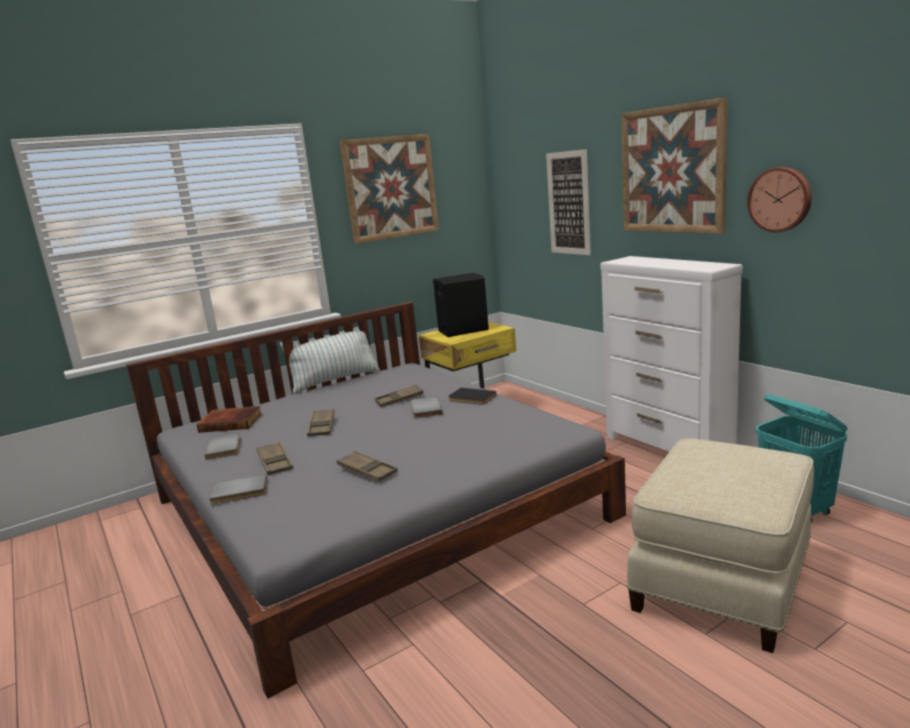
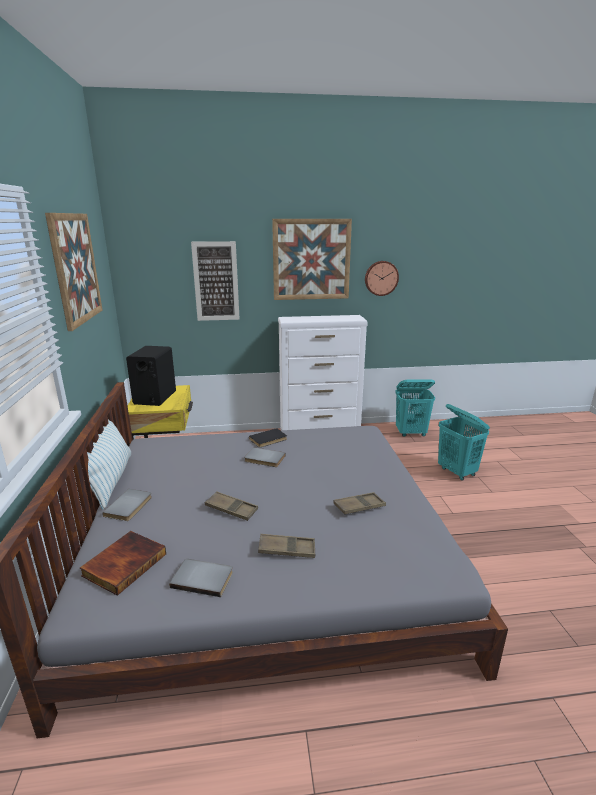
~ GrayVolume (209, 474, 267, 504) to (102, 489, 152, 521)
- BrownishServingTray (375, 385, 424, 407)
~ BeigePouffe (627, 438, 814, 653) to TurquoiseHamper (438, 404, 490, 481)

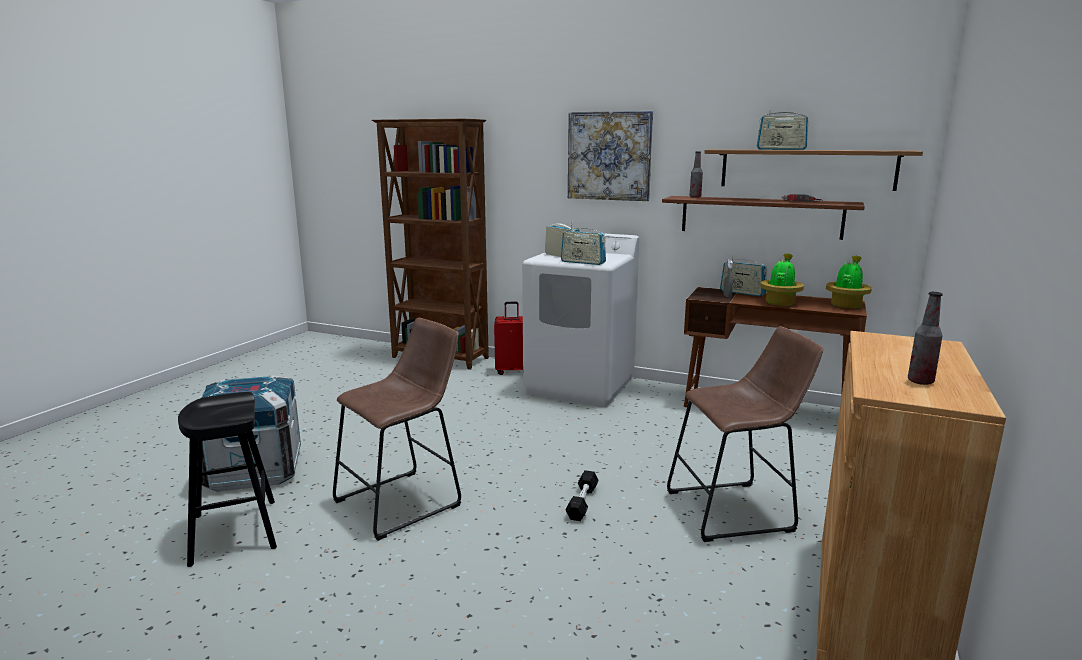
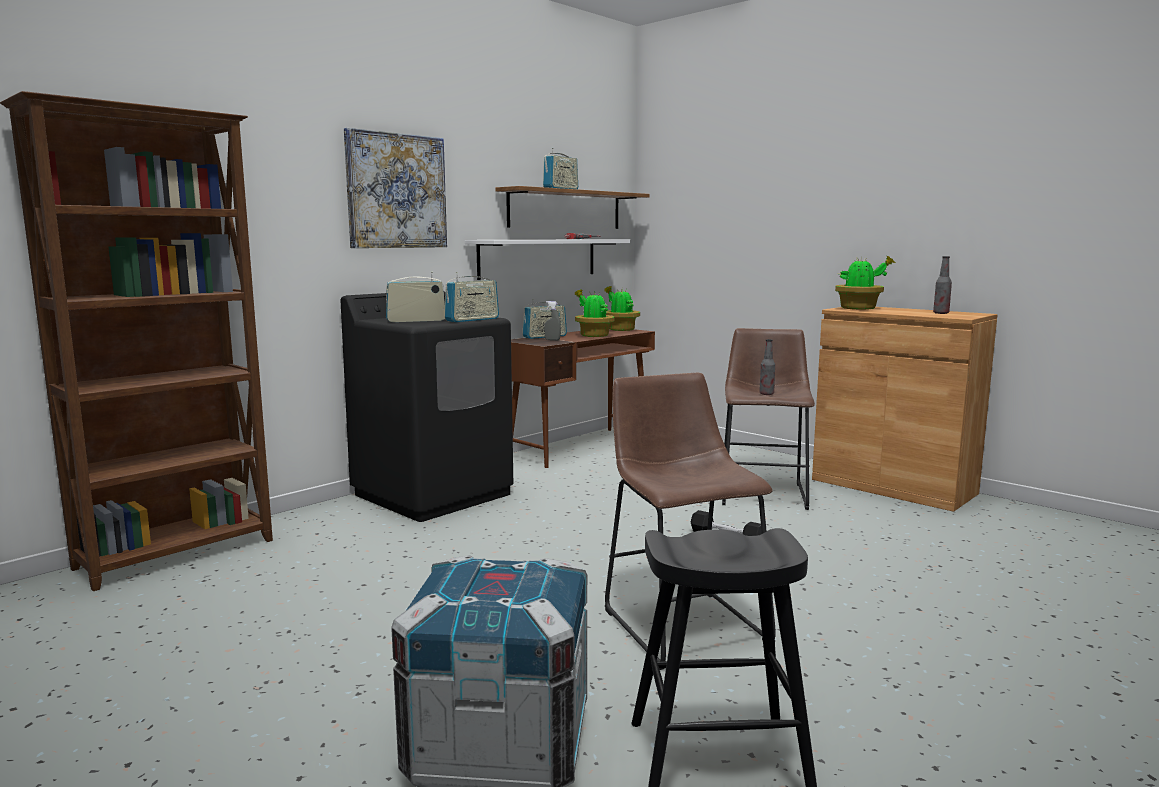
- RedColouredTravelCase (494, 302, 523, 375)
~ WhiteWashingMachine (522, 233, 639, 407) to BlackWashingMachine (340, 291, 513, 522)
~ BrownishWallShelf (662, 196, 865, 240) to WhiteWallShelf (465, 239, 630, 280)
~ BeverageBottle (690, 151, 703, 198) to (759, 339, 775, 395)
+ Houseplant (835, 256, 895, 310)

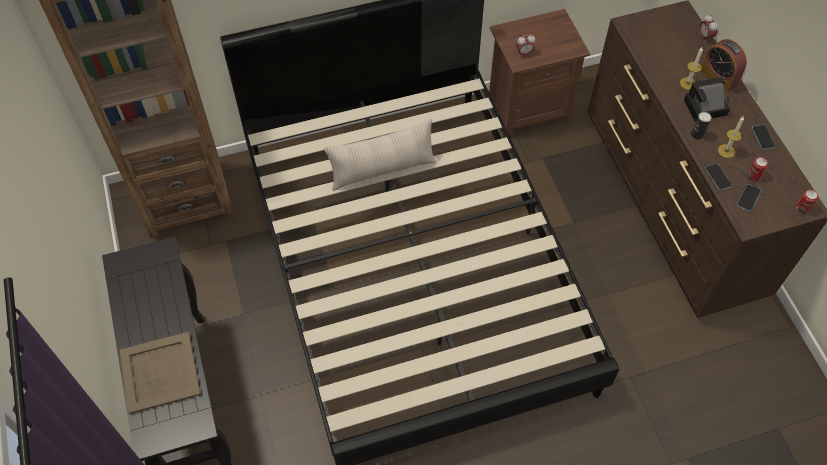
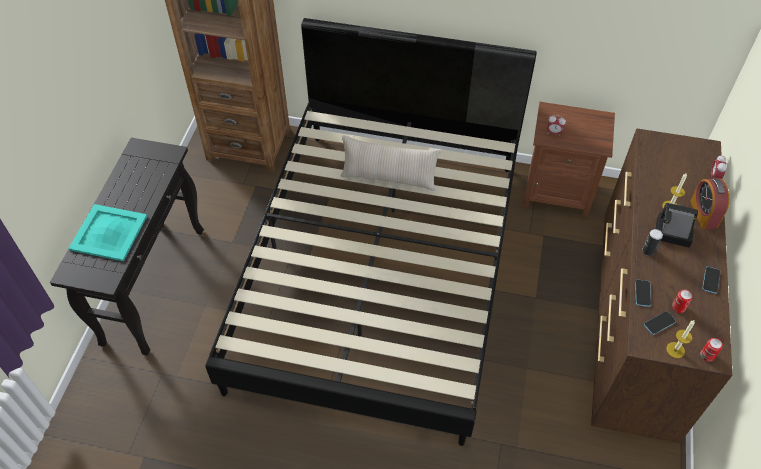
~ BeigeServingTray (120, 332, 201, 414) to TurquoiseServingTray (68, 204, 147, 261)
~ WaxLight (718, 116, 744, 158) to (666, 320, 695, 358)

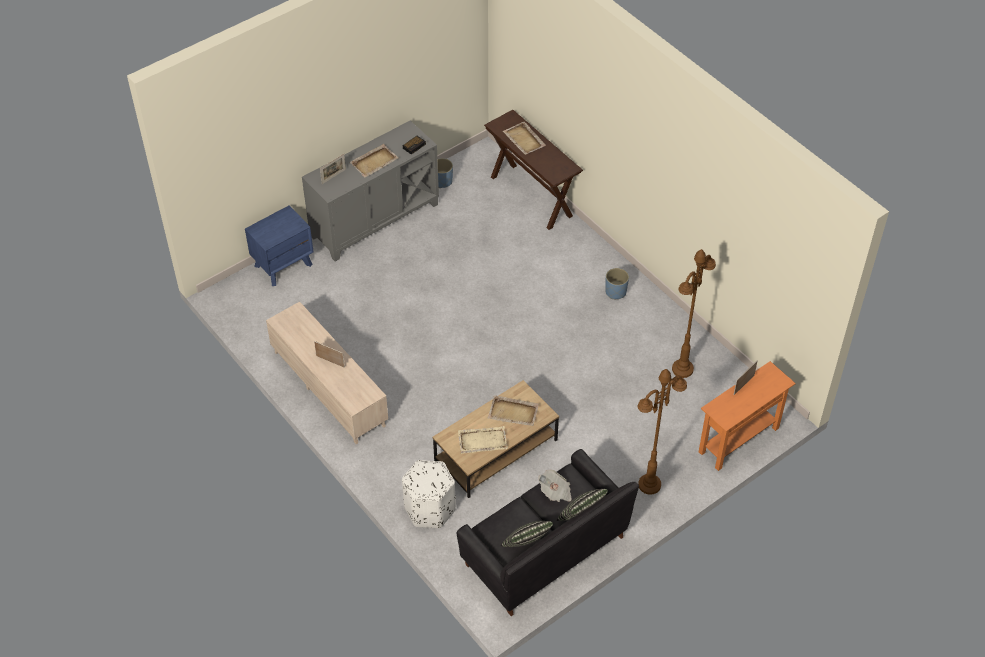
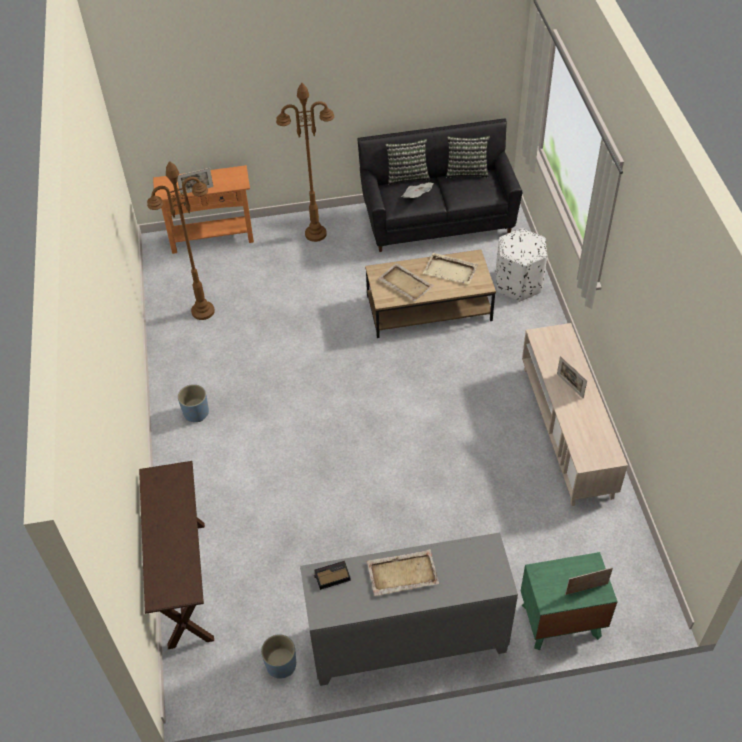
~ BluishBedsideTable (245, 205, 314, 286) to GreenishBedsideTable (521, 552, 618, 650)
~ PhotoFrame (320, 154, 346, 184) to (565, 567, 613, 595)
- BeigeServingTray (503, 122, 546, 155)

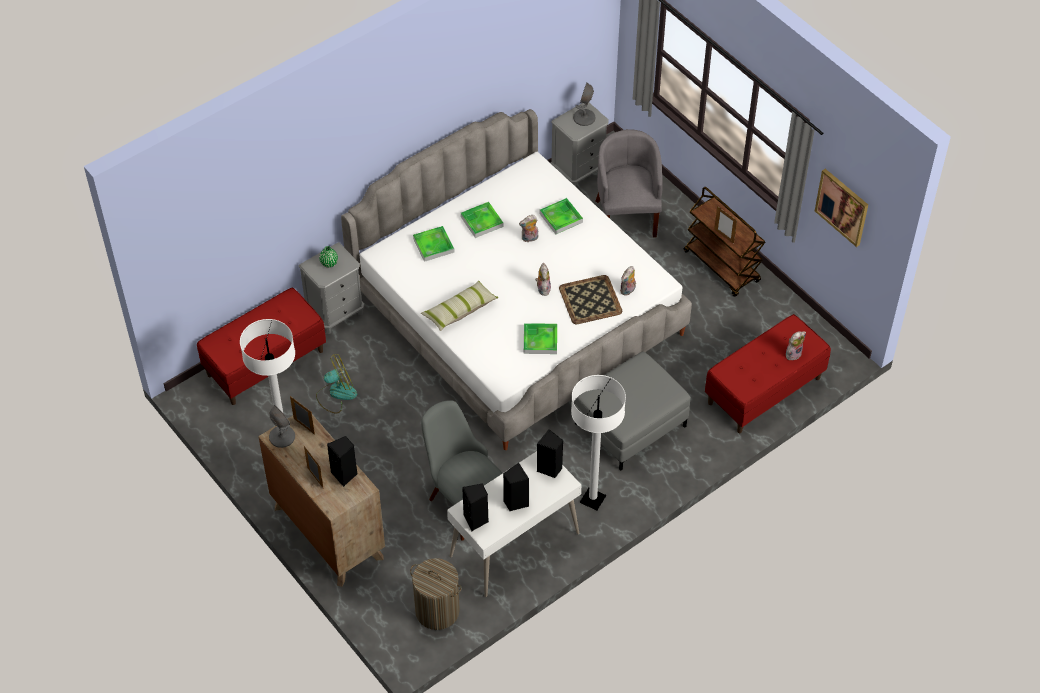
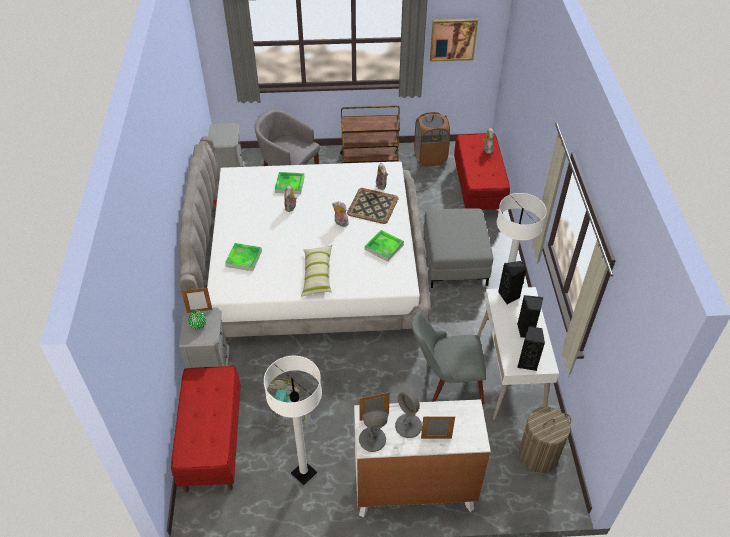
~ BrownishDrawerChest (258, 415, 385, 587) to WhiteDrawerChest (354, 399, 491, 518)
- BlackAudioSpeaker (327, 436, 357, 487)
- ServingTray (461, 202, 503, 238)
~ GrayTabletopLamp (573, 83, 596, 126) to (395, 391, 422, 438)
~ PhotoFrame (714, 206, 737, 244) to (181, 288, 213, 313)
+ BrownishHamper (414, 112, 450, 167)

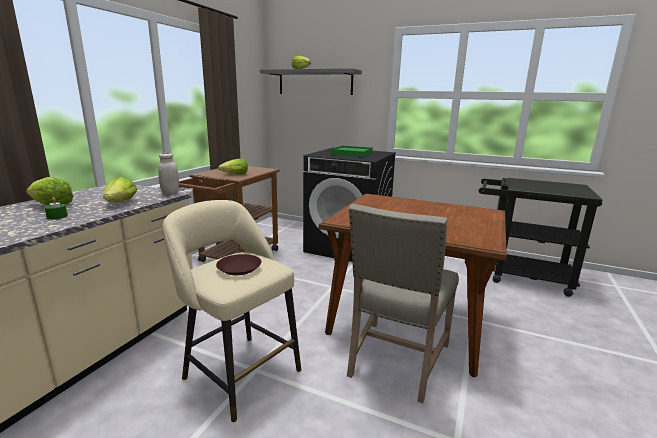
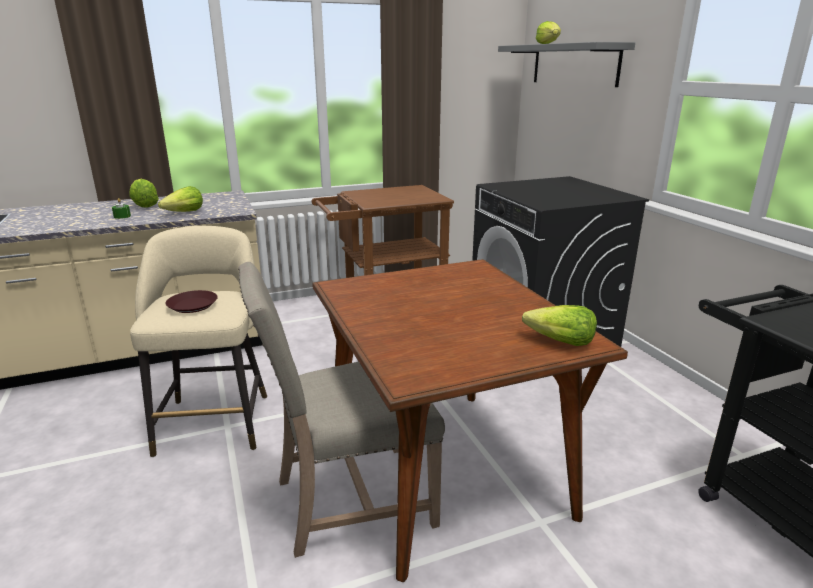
- WhiteStorageJar (158, 152, 179, 195)
~ Lettuce (218, 158, 248, 174) to (522, 305, 597, 346)
- GreenishServingTray (330, 146, 373, 157)

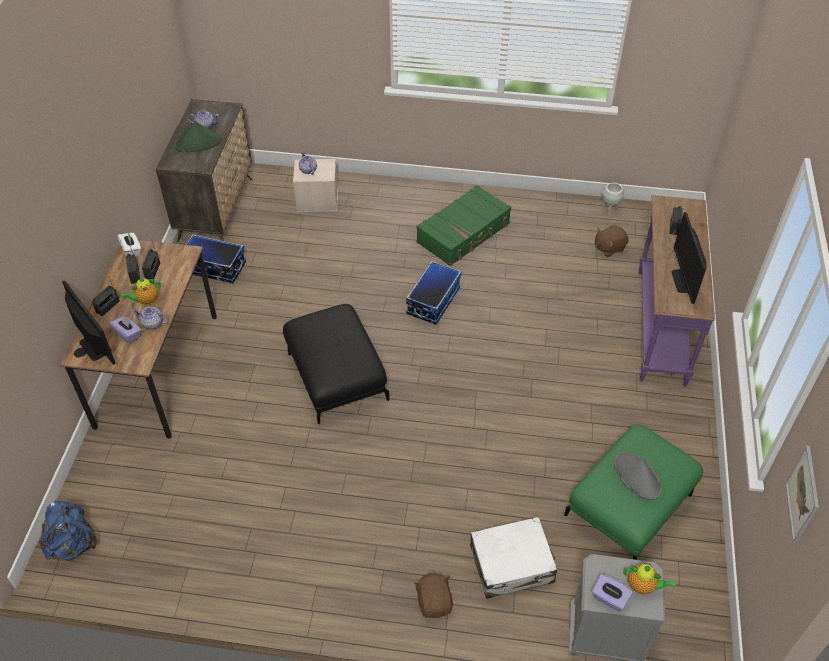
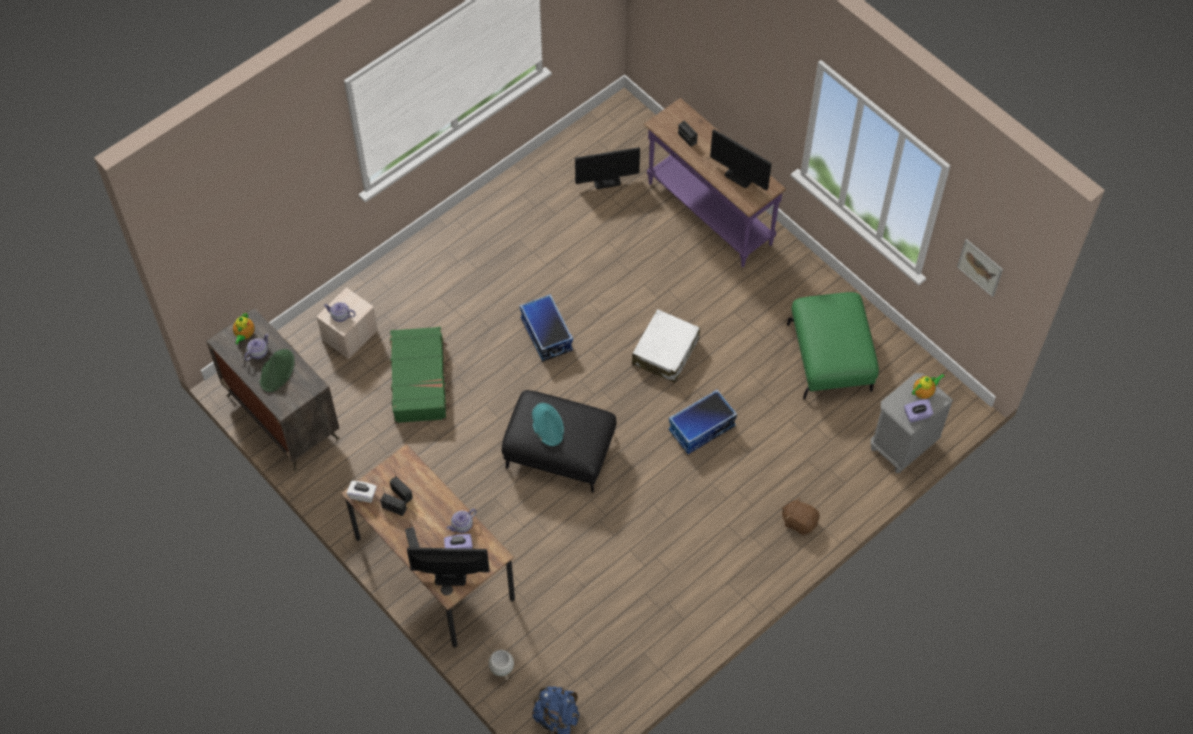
~ Teapot (120, 277, 161, 305) to (233, 312, 255, 344)
~ StorageContainer (186, 234, 246, 283) to (669, 390, 737, 454)
~ GreenishTravelCase (416, 185, 511, 266) to (390, 327, 450, 423)
~ WhiteTravelCase (470, 517, 557, 598) to (632, 309, 700, 383)
~ BrownishPlushToy (595, 225, 629, 257) to ComputerScreen (575, 147, 640, 189)
~ WhitePlantPot (602, 183, 624, 215) to (489, 650, 514, 680)
- GrayWearableHat (614, 452, 662, 500)
+ TurquoiseWearableHat (532, 403, 564, 446)

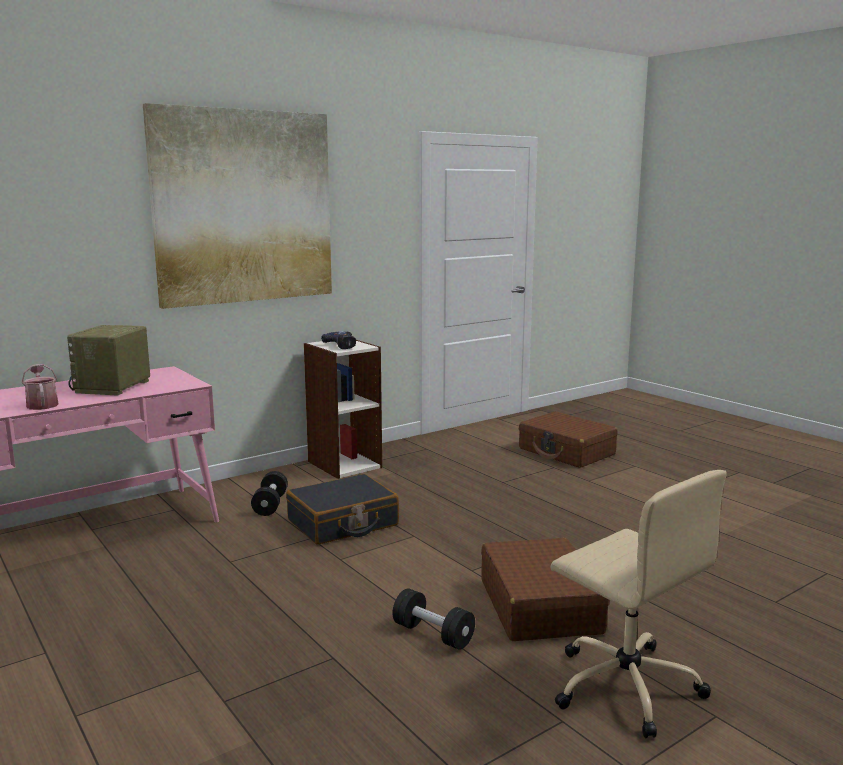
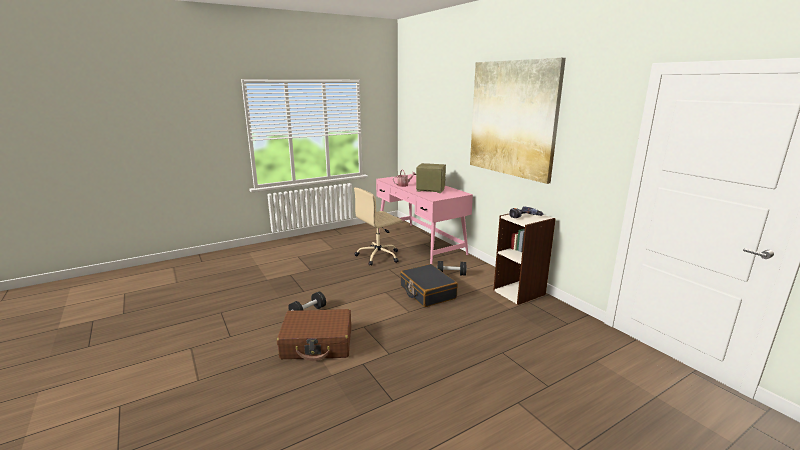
- BrownishTravelCase (519, 411, 617, 468)
~ BeigeOfficeChair (550, 470, 727, 738) to (354, 188, 402, 266)

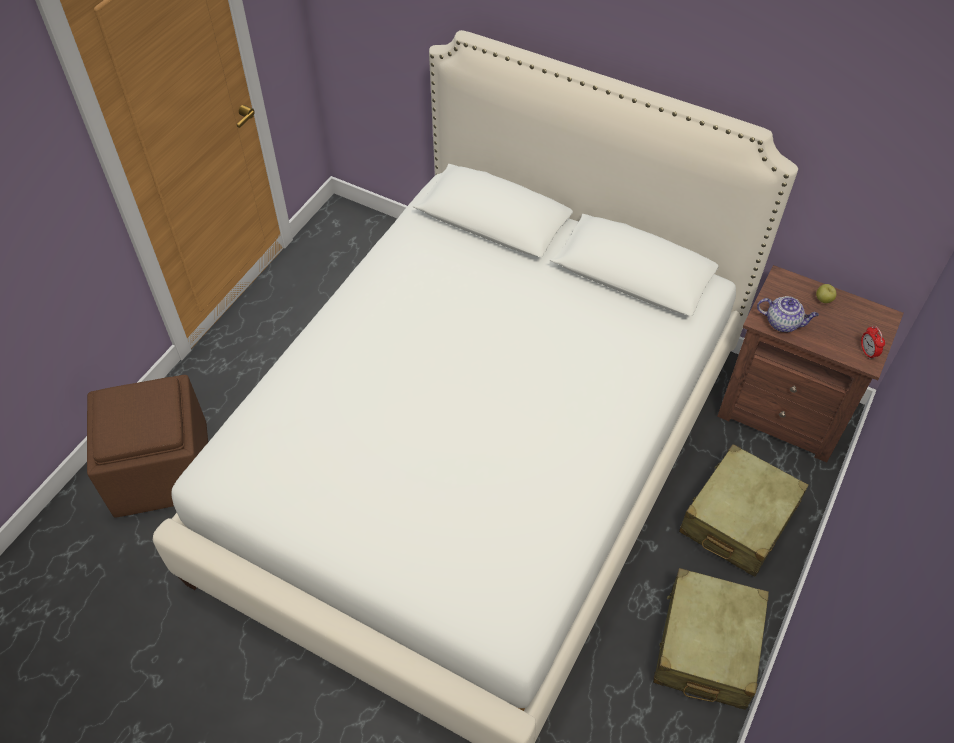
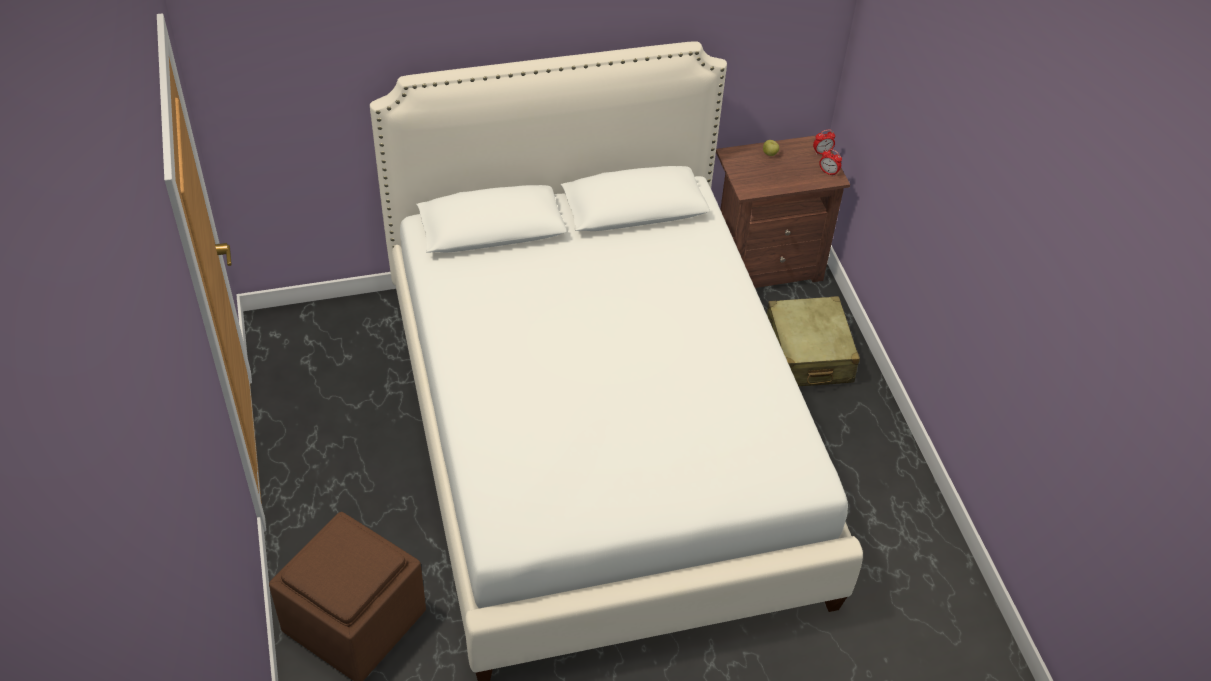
- BeigeTravelCase (653, 568, 769, 710)
- Teapot (757, 296, 819, 332)
+ AlarmClock (813, 130, 835, 155)

